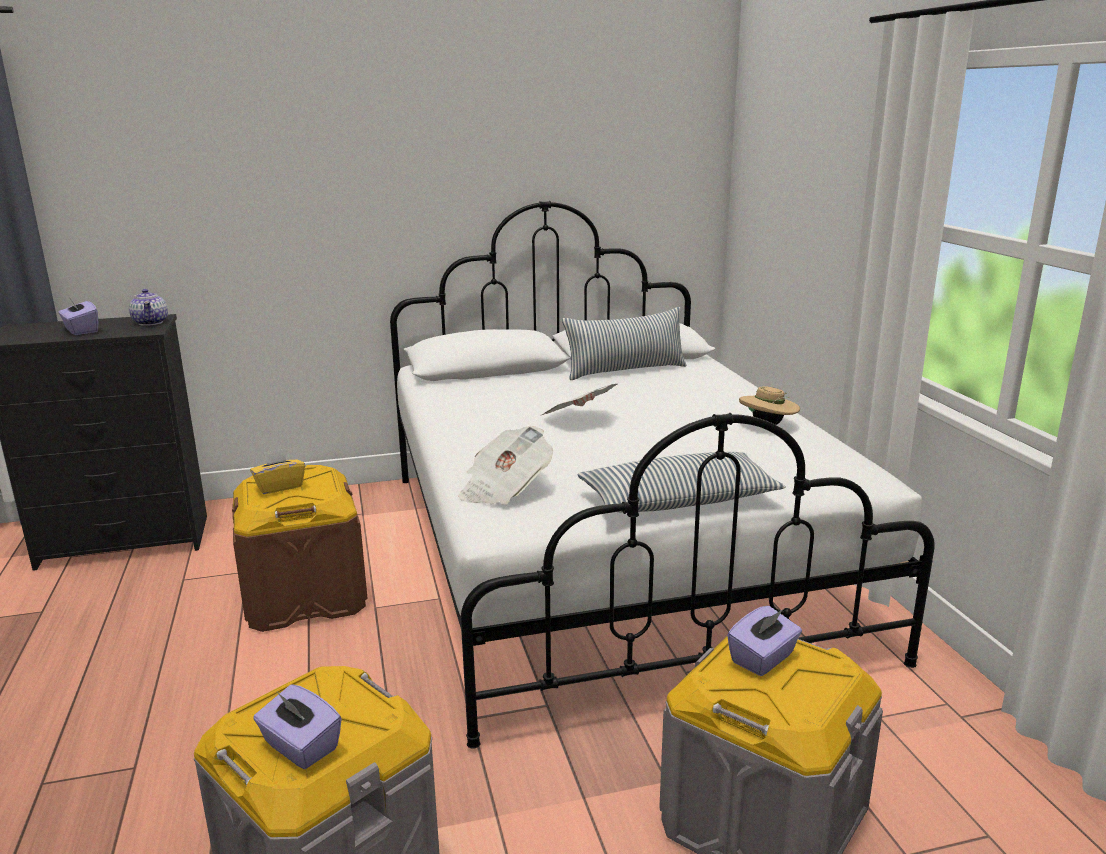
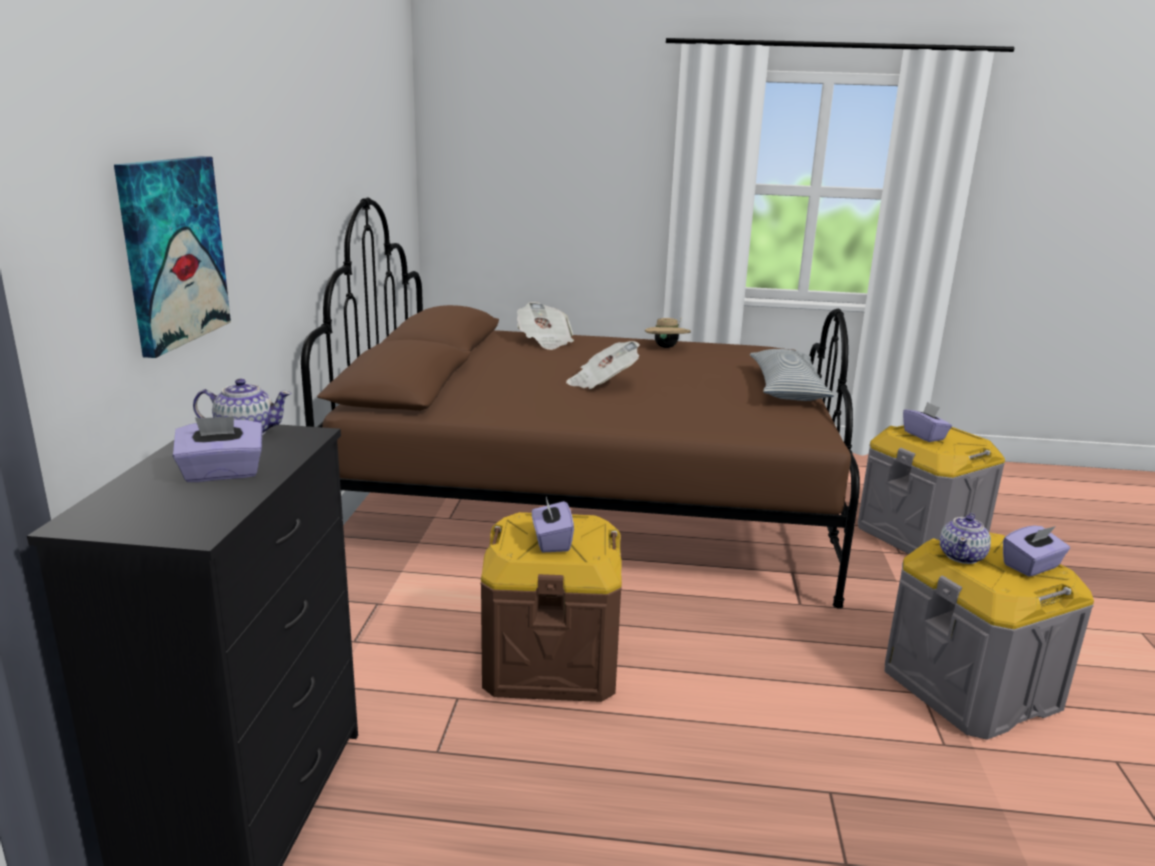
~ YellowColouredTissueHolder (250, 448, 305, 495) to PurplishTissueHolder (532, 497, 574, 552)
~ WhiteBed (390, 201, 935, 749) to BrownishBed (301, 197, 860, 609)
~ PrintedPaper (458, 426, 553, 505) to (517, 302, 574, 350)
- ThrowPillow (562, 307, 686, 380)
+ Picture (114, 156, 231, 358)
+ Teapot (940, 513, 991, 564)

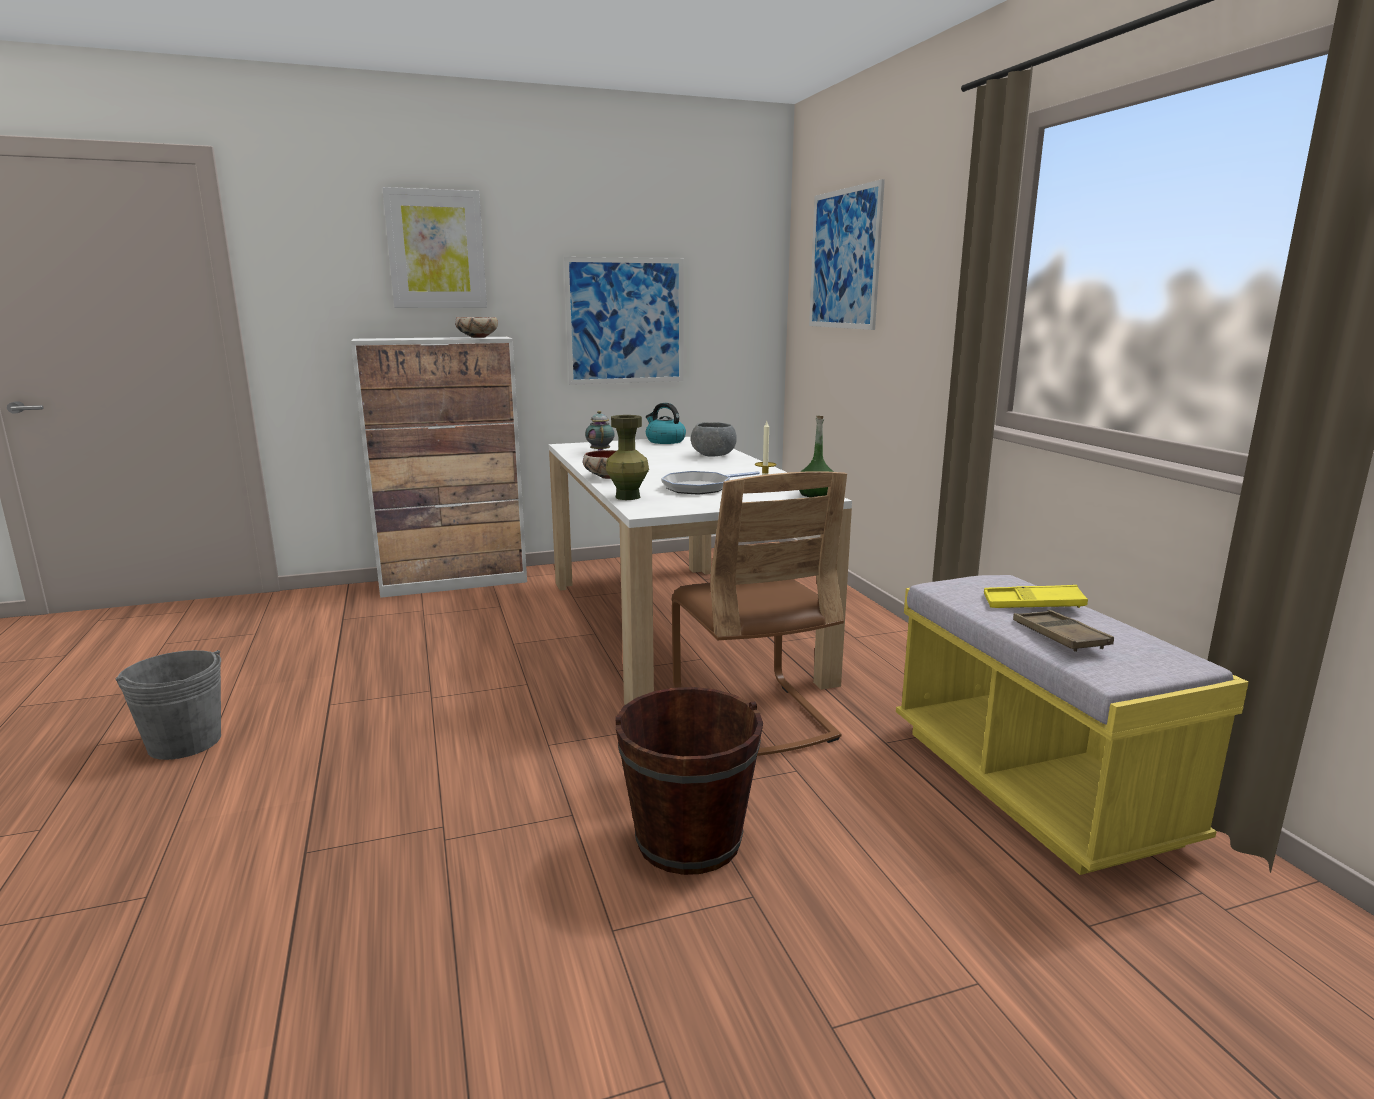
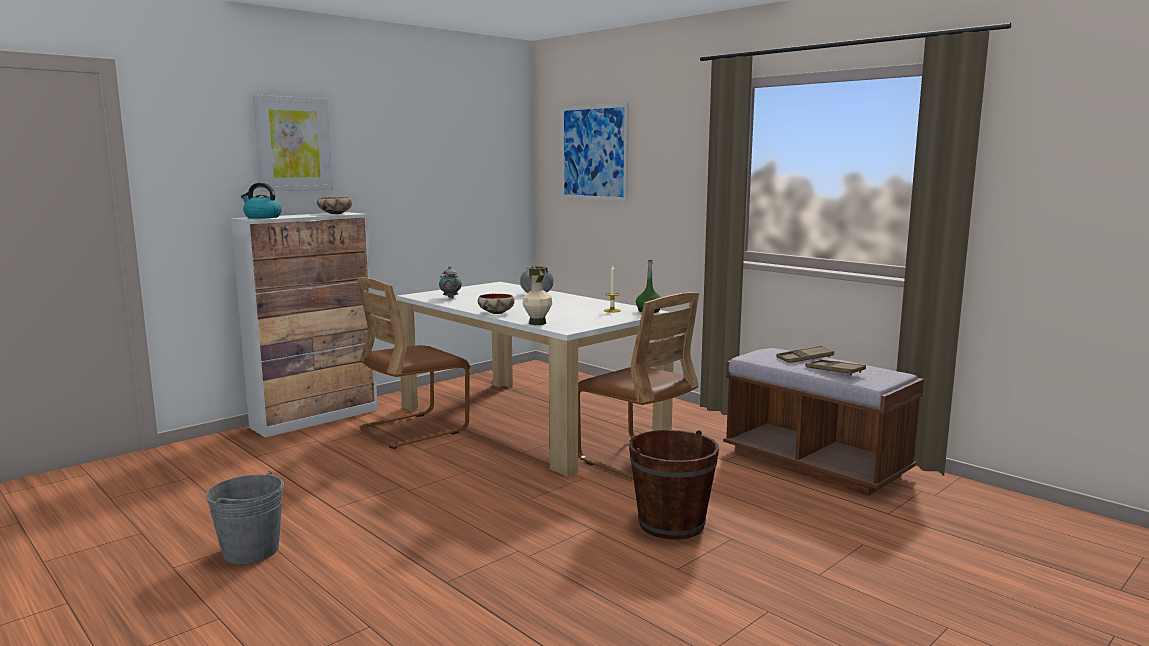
- Picture (563, 257, 684, 385)
~ GreenishDecorativeVase (606, 415, 649, 500) to BeigeDecorativeVase (522, 266, 552, 325)
~ TeaKettle (646, 403, 686, 444) to (241, 183, 282, 219)
- Skillet (661, 471, 760, 495)
~ YellowColouredLongSeat (896, 575, 1249, 875) to BrownishLongSeat (723, 348, 924, 496)
~ YellowColouredServingTray (984, 585, 1088, 608) to BrownishServingTray (777, 346, 834, 363)
+ BrownishUprightChair (357, 277, 470, 449)

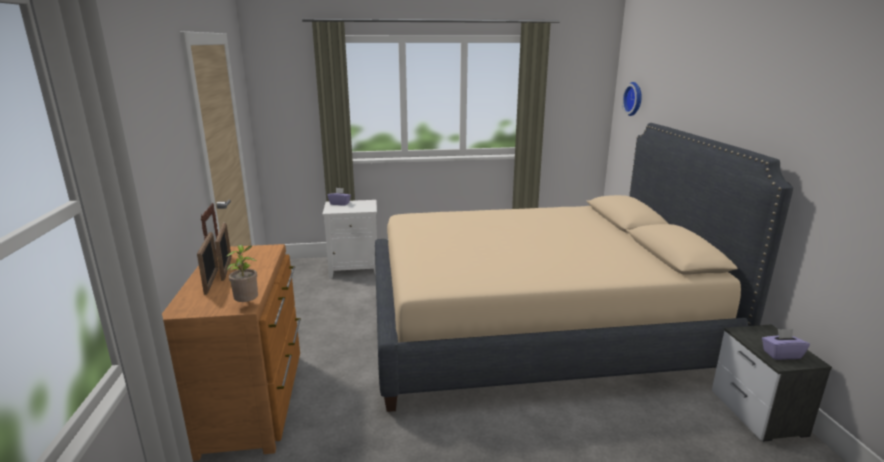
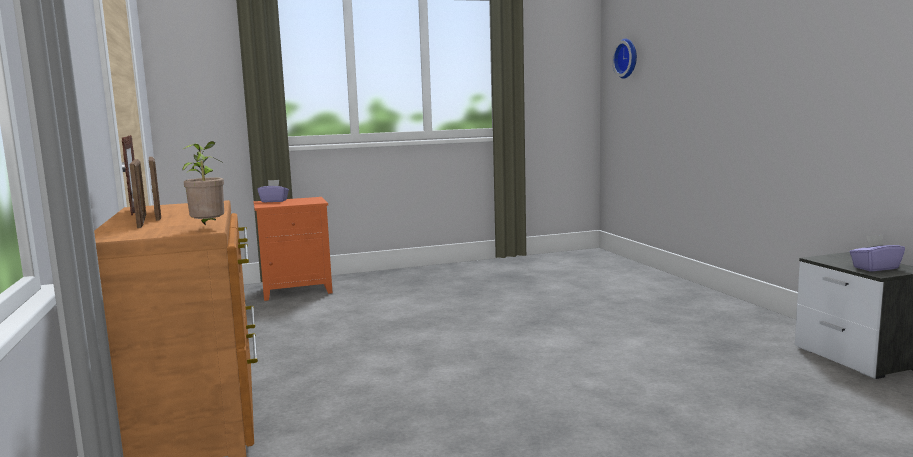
~ WhiteBedsideTable (322, 200, 377, 278) to OrangeyBedsideTable (254, 197, 333, 301)
- BeigeBed (375, 123, 793, 412)

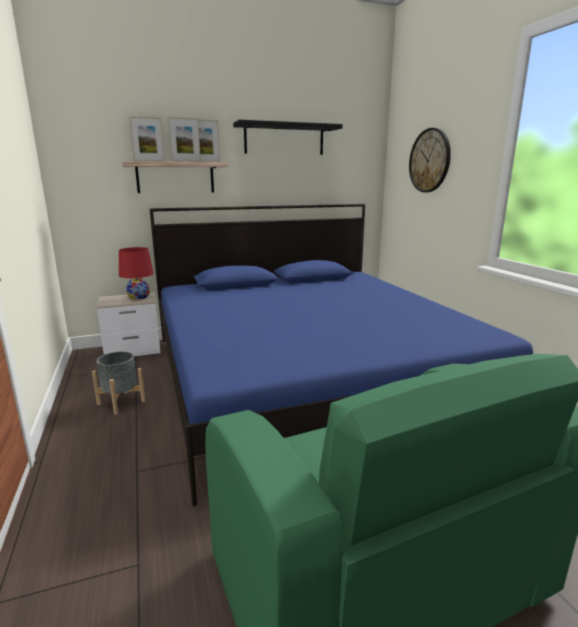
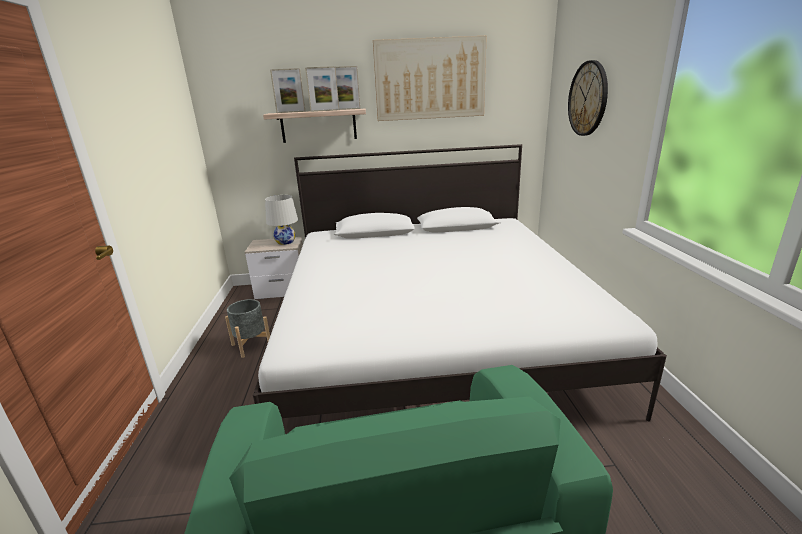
~ RedColouredTabletopLamp (119, 247, 154, 300) to WhiteTabletopLamp (265, 195, 298, 245)
~ BluishBed (150, 204, 533, 506) to WhiteBed (253, 144, 667, 422)
~ BlackWallShelf (233, 120, 343, 155) to Picture (373, 36, 487, 121)

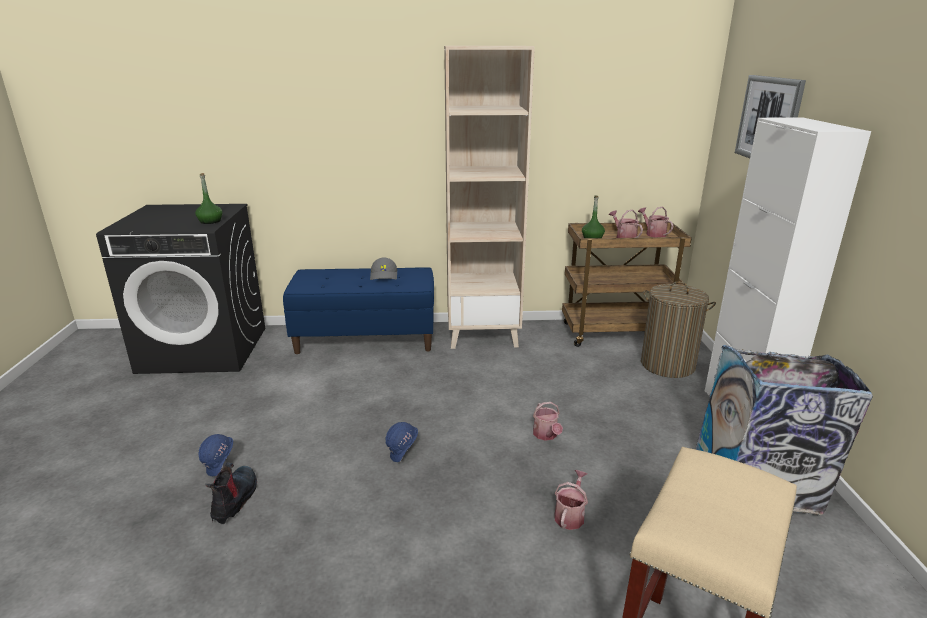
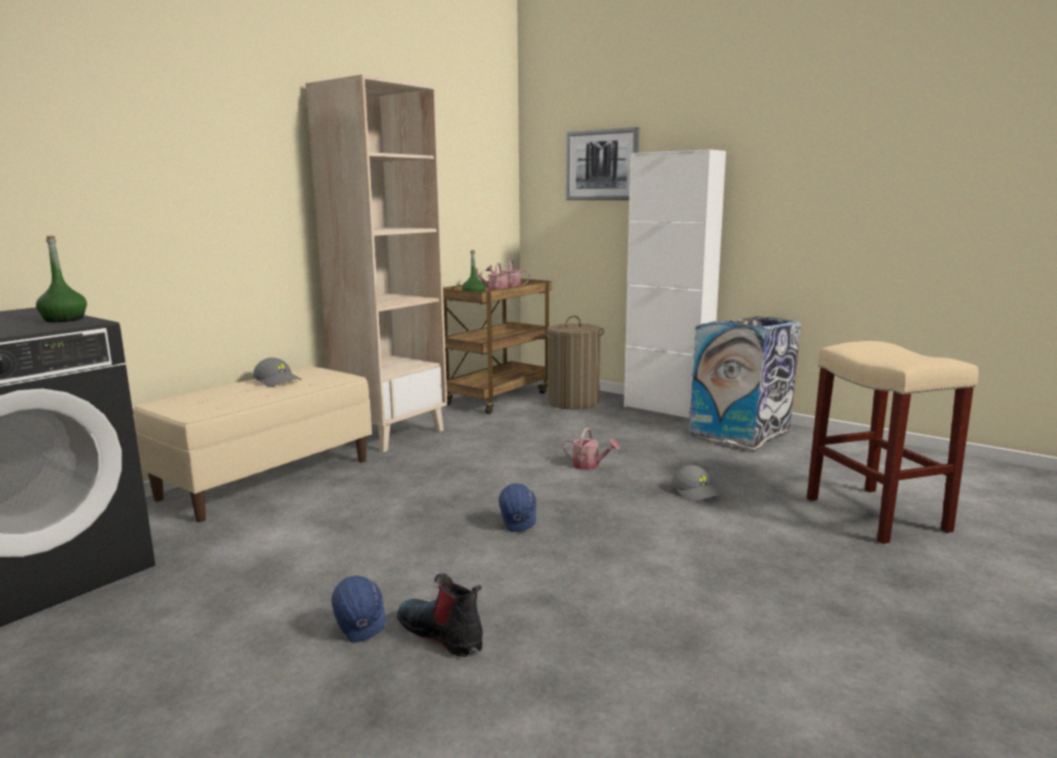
~ BluishLongSeat (283, 267, 434, 354) to BeigeLongSeat (134, 366, 372, 522)
~ SprinklingCan (555, 470, 588, 530) to GrayCap (672, 465, 722, 502)

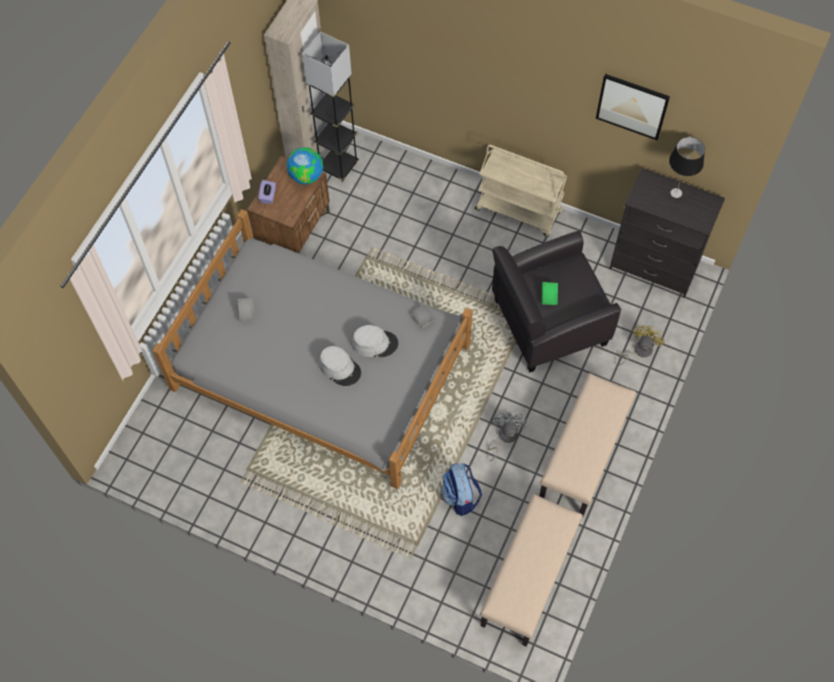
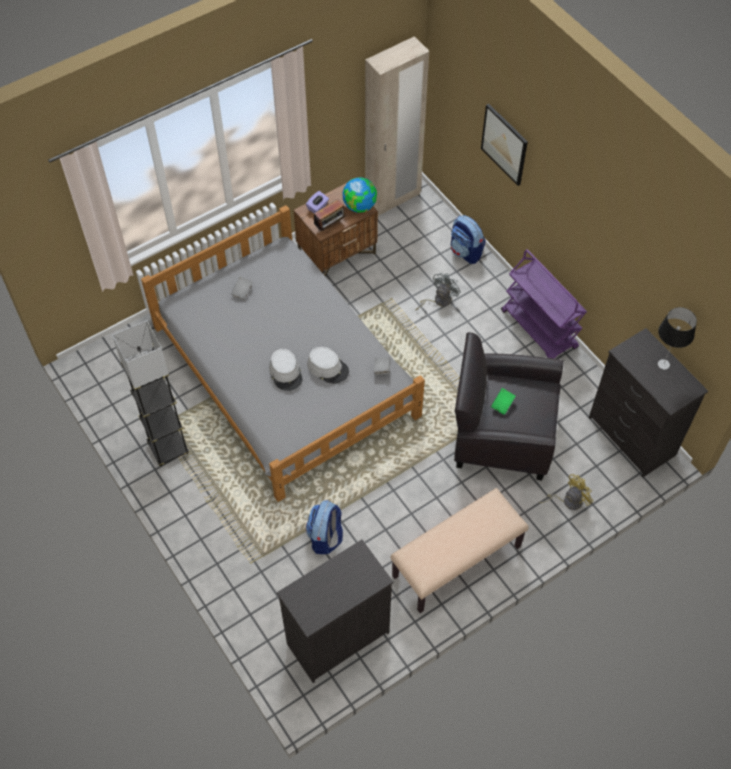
~ GrayStandardLamp (302, 32, 359, 182) to (112, 320, 190, 466)
~ BeigeWheeledCart (475, 145, 567, 237) to PurplishWheeledCart (501, 249, 587, 358)
~ BeigeLongSeat (480, 494, 582, 647) to BlackDrawerChest (277, 540, 394, 683)
~ GrayCoolingFan (488, 412, 527, 461) to (415, 273, 460, 310)
~ Picture (596, 74, 670, 140) to (481, 104, 528, 186)
+ RadioSet (314, 199, 347, 231)
+ Backpack (451, 215, 485, 264)

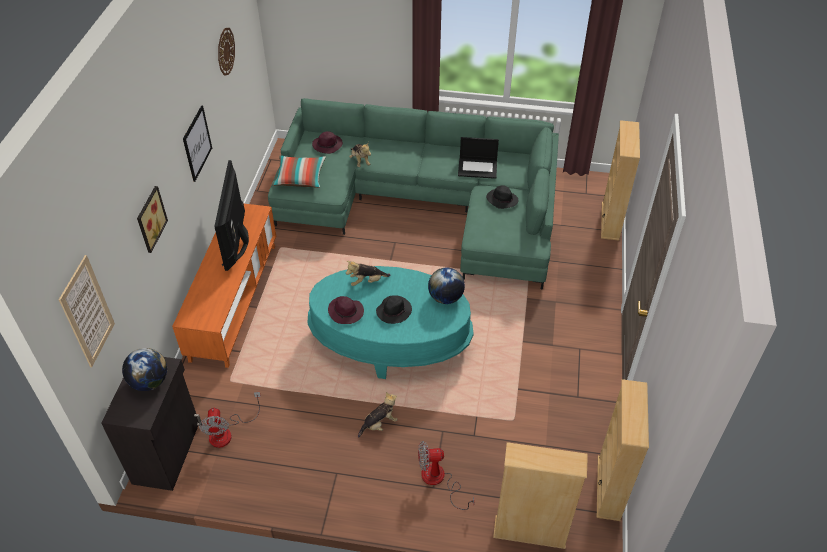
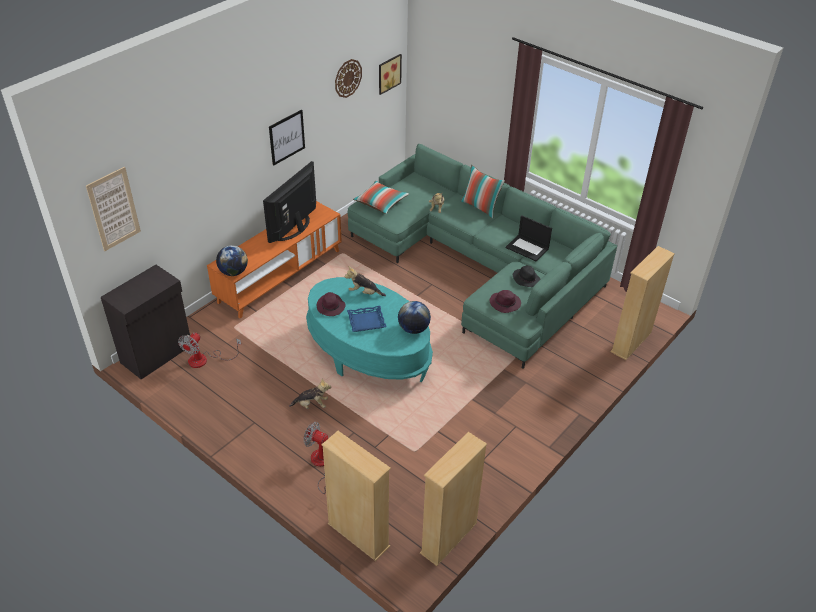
~ Globe (122, 348, 167, 391) to (216, 245, 248, 276)
~ Picture (137, 186, 168, 253) to (379, 54, 402, 95)
~ PurplishWearableHat (312, 131, 343, 154) to (490, 290, 521, 313)
~ BlackWearableHat (376, 295, 412, 324) to BluishServingTray (347, 306, 387, 332)
+ ThrowPillow (461, 165, 505, 218)

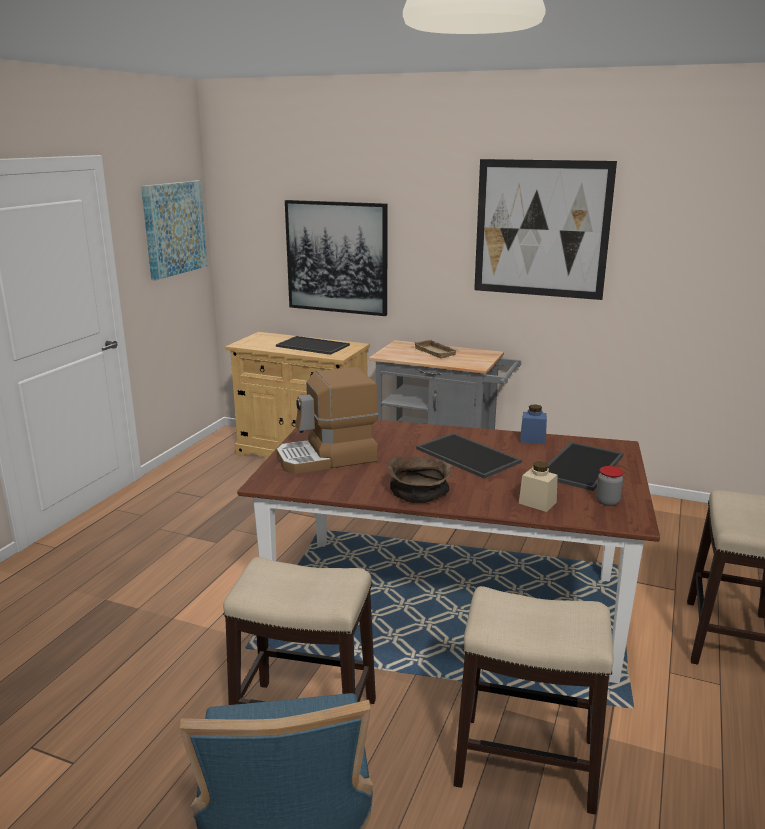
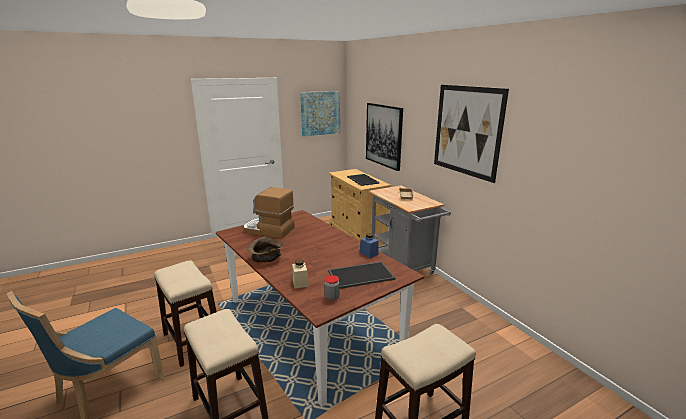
- ServingTray (416, 433, 521, 479)

